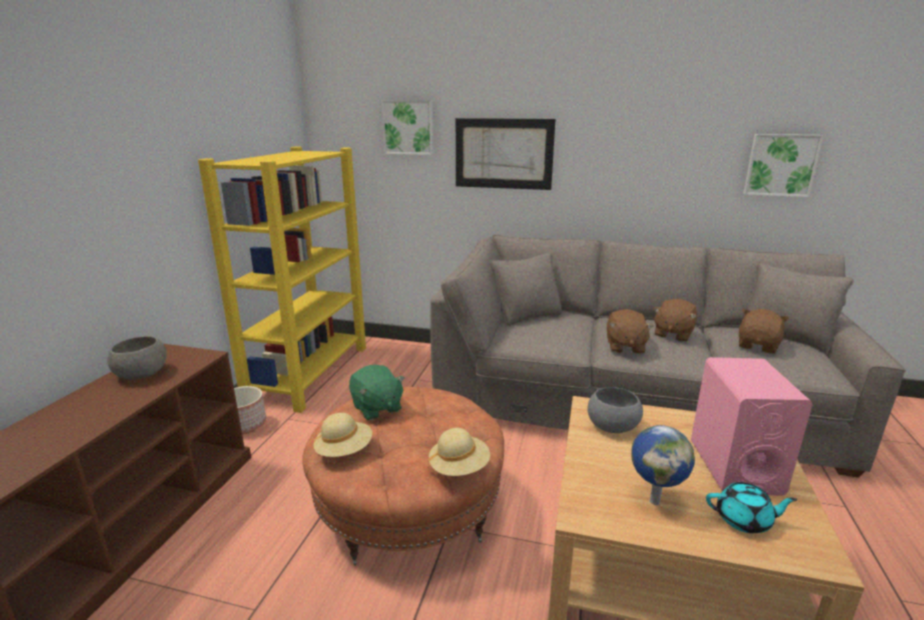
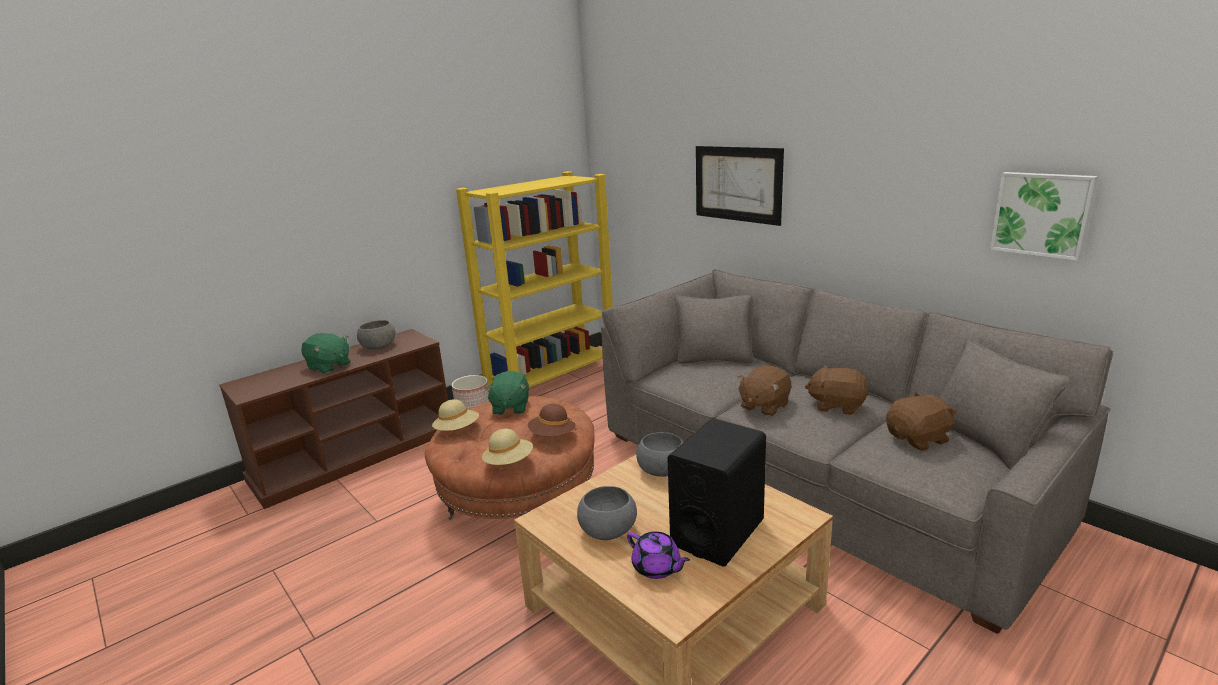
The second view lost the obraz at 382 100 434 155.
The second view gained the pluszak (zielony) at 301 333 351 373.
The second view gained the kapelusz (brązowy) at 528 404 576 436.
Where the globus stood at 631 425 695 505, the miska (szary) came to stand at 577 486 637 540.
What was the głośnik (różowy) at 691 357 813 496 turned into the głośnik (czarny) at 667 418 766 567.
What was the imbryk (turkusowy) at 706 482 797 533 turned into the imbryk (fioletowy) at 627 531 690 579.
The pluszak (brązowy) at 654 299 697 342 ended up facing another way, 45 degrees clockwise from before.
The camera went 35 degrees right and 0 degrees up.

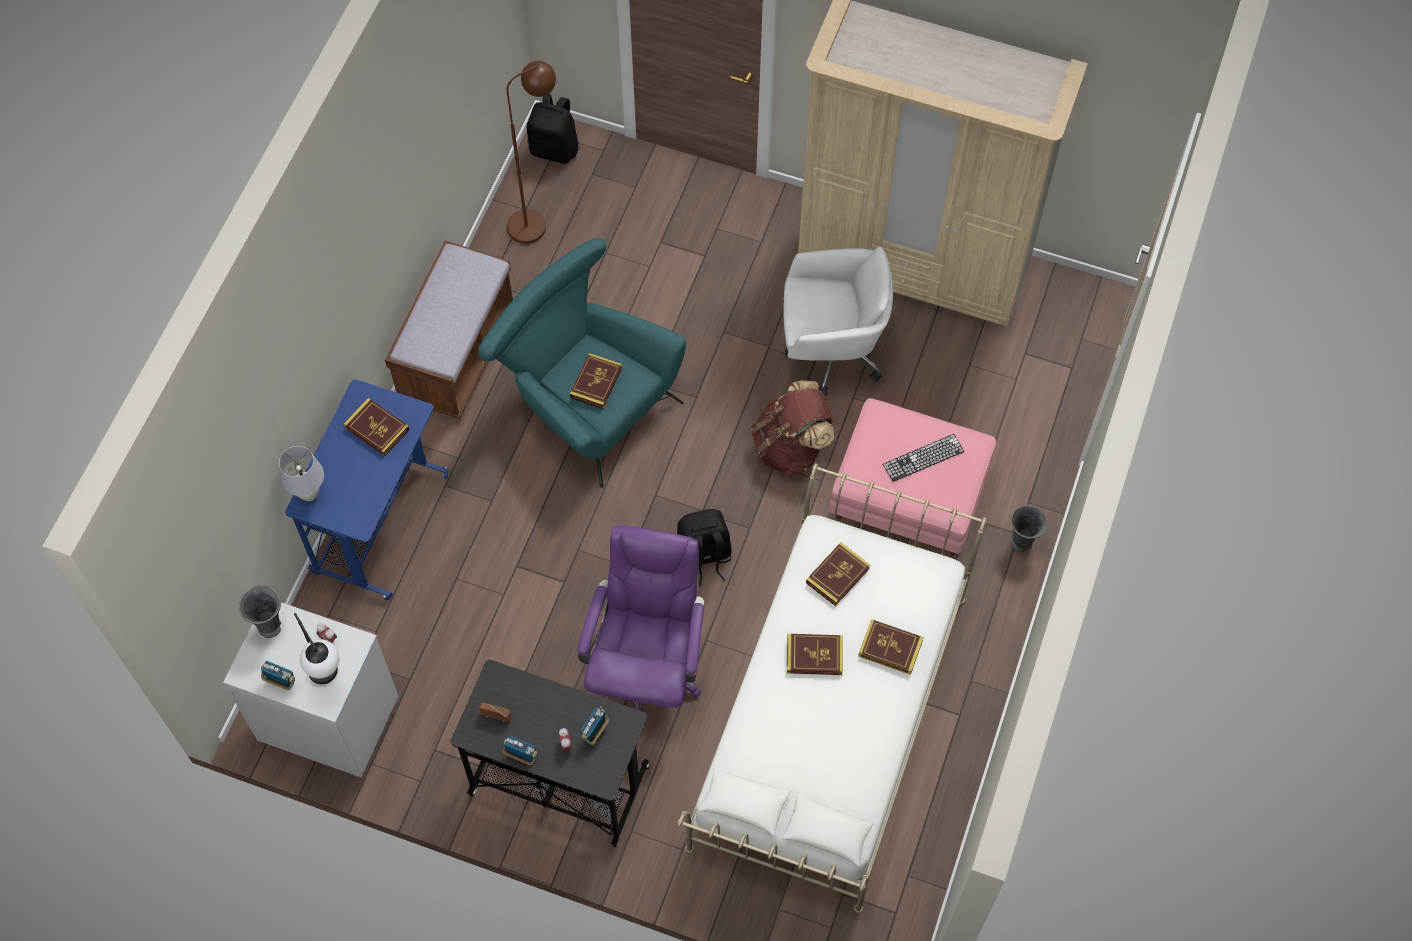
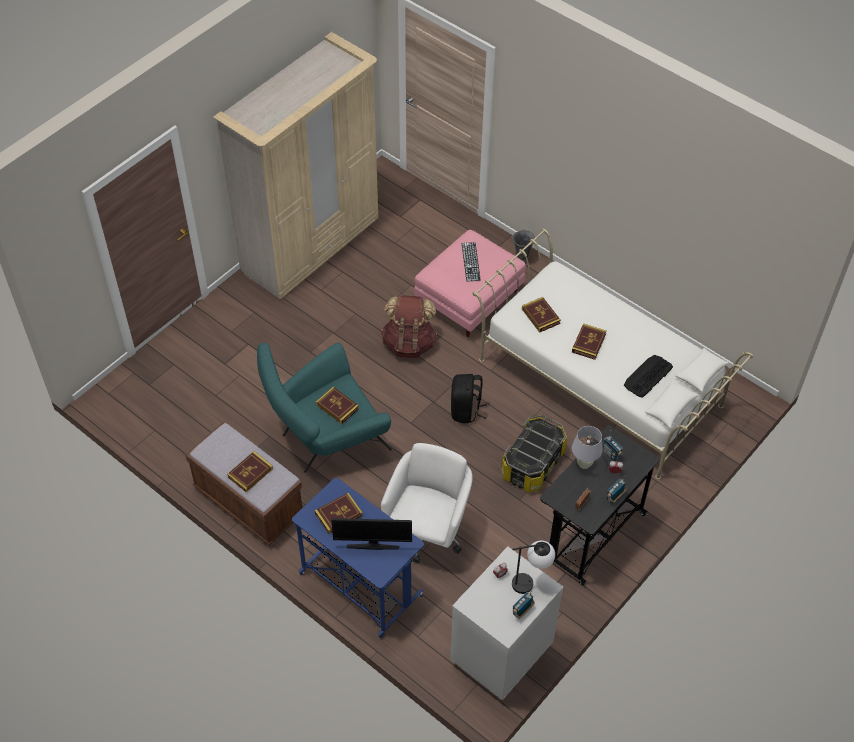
The second view lost the wazon (szary) at 239 585 281 638.
The second view lost the lampa stojąca (brązowy) at 506 61 556 244.
The second view lost the plecak (czarny) at 527 94 579 164.
The second view gained the monitor at 331 518 412 550.
The second view gained the klawiatura at 624 355 673 398.
The lampa stołowa (biały) ended up elsewhere, having gone from 279 446 324 501 to 572 426 603 469.
The krzesło biurowe (biały) ended up elsewhere, having gone from 784 247 893 397 to 381 443 473 563.
The książka ended up elsewhere, having gone from 858 619 924 675 to 227 451 273 492.
Where the krzesło biurowe (fioletowy) stood at 578 525 704 711, the pojemnik do przechowywania came to stand at 501 415 567 493.
The camera went 70 degrees left and 10 degrees down.

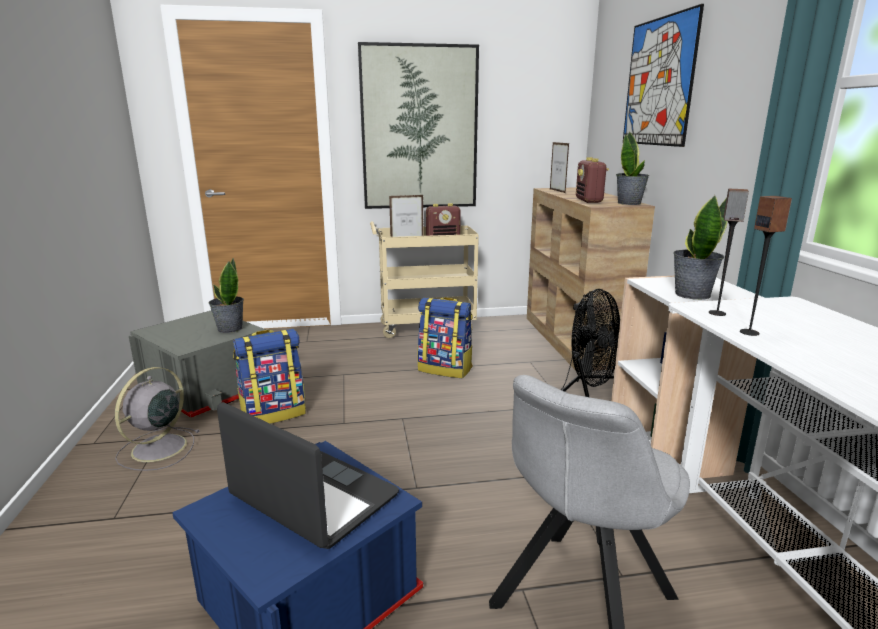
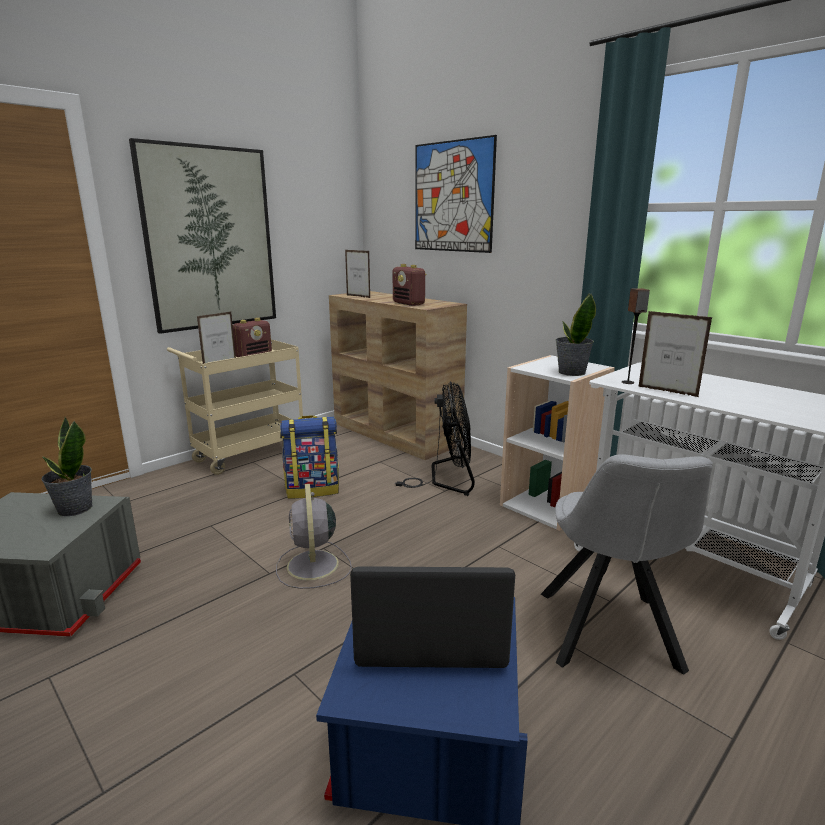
The second view lost the plecak at 233 329 306 424.
The second view lost the roślina doniczkowa at 616 132 649 205.
The wentylator (szary) ended up elsewhere, having gone from 115 367 199 471 to 276 484 352 589.
Where the głośnik stood at 740 196 792 336, the ramka na zdjęcie came to stand at 638 311 712 397.
The camera went 35 degrees left and 0 degrees up.

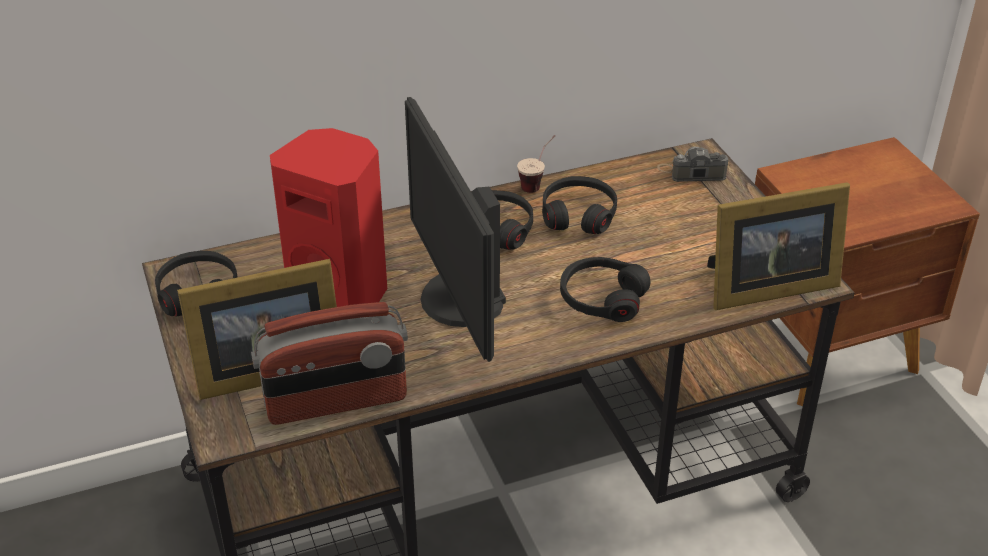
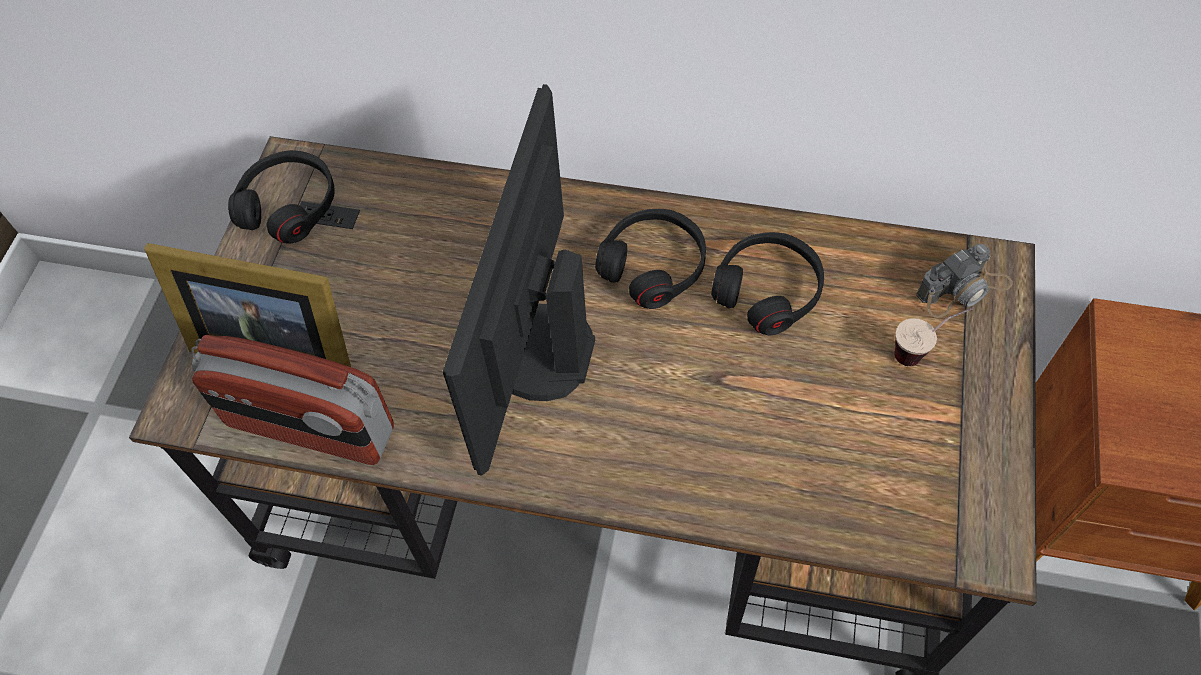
The second view lost the głośnik (czerwony) at 270 128 387 307.
The second view lost the słuchawki (czarny) at 560 257 650 322.
The second view lost the ramka na zdjęcie at 707 182 850 310.
The filiżanka ended up elsewhere, having gone from 517 135 555 193 to 894 307 974 366.
The aparat fotograficzny at 657 147 728 182 ended up facing another way, 120 degrees clockwise from before.
The camera went 35 degrees right and 20 degrees up.

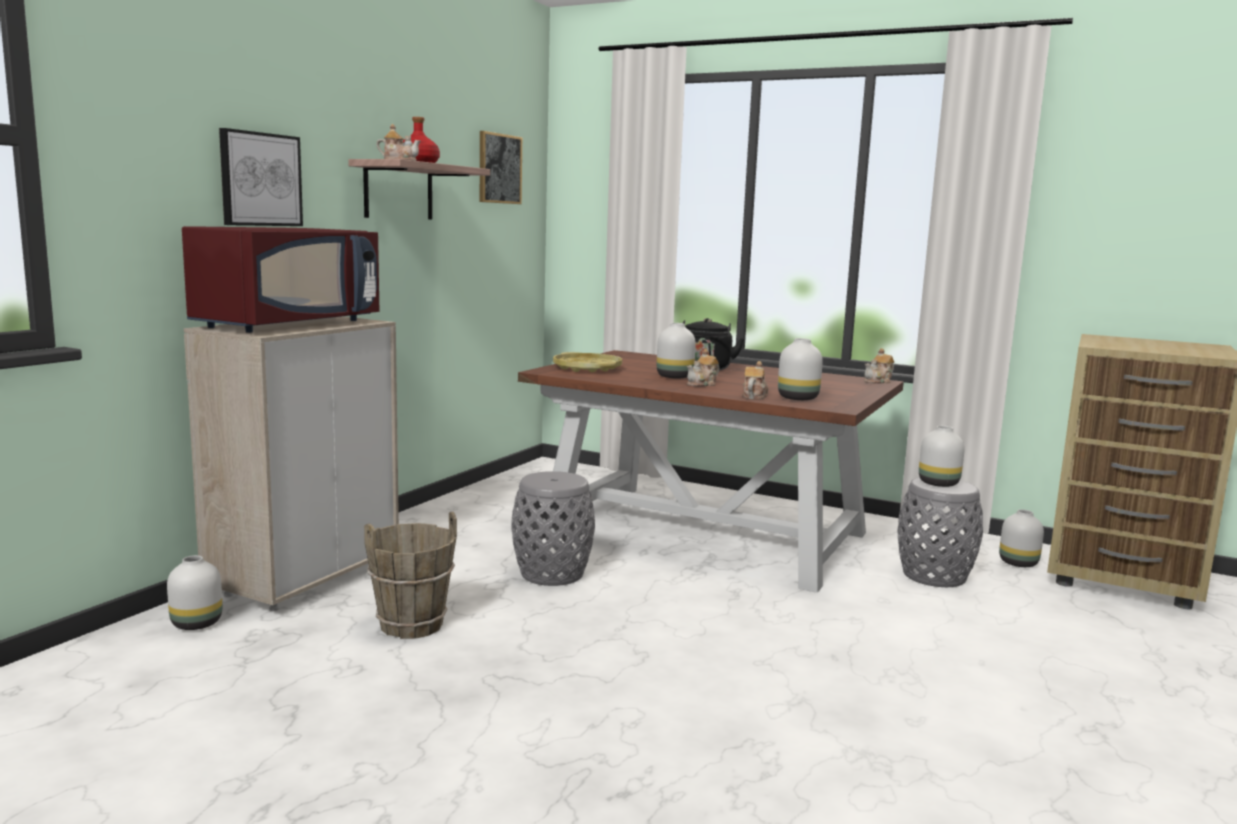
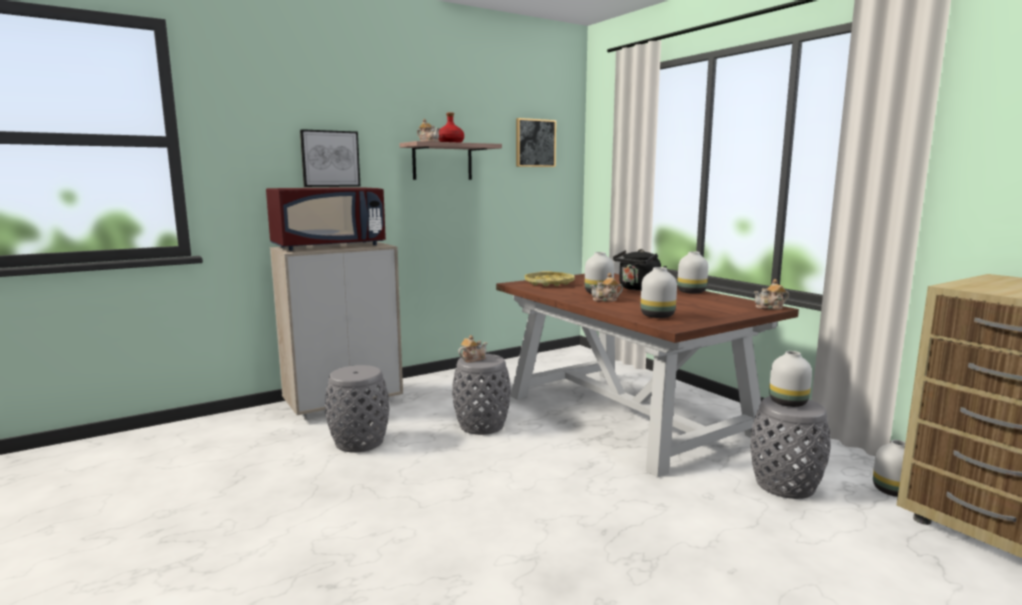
The wazon (biały) ended up elsewhere, having gone from 167 555 222 630 to 677 251 708 294.
The imbryk ended up elsewhere, having gone from 741 361 768 400 to 458 335 487 363.
Where the wiadro (brązowy) stood at 364 512 457 639, the stołek (szary) came to stand at 325 365 389 452.
The camera went 30 degrees right and 0 degrees up.

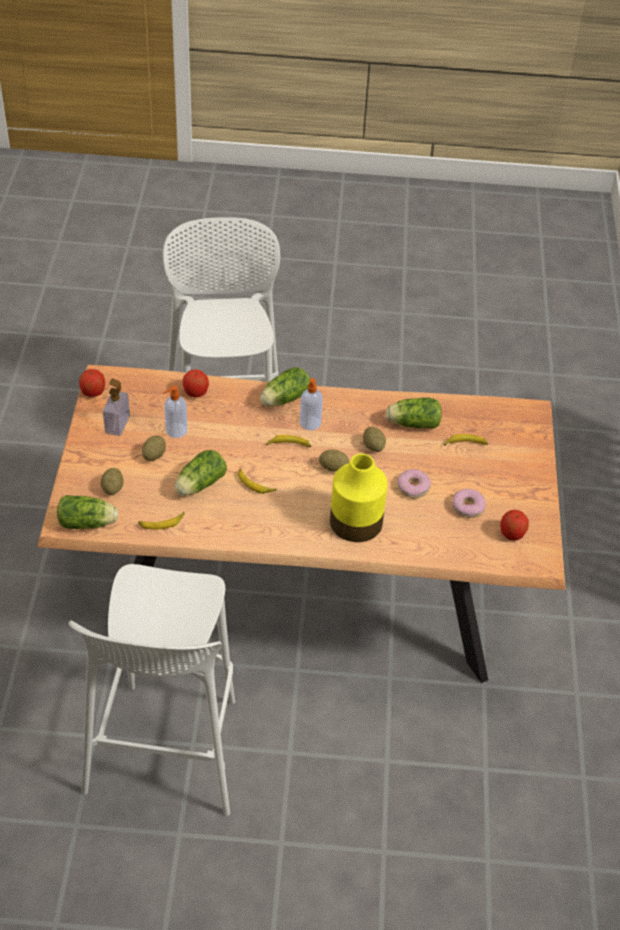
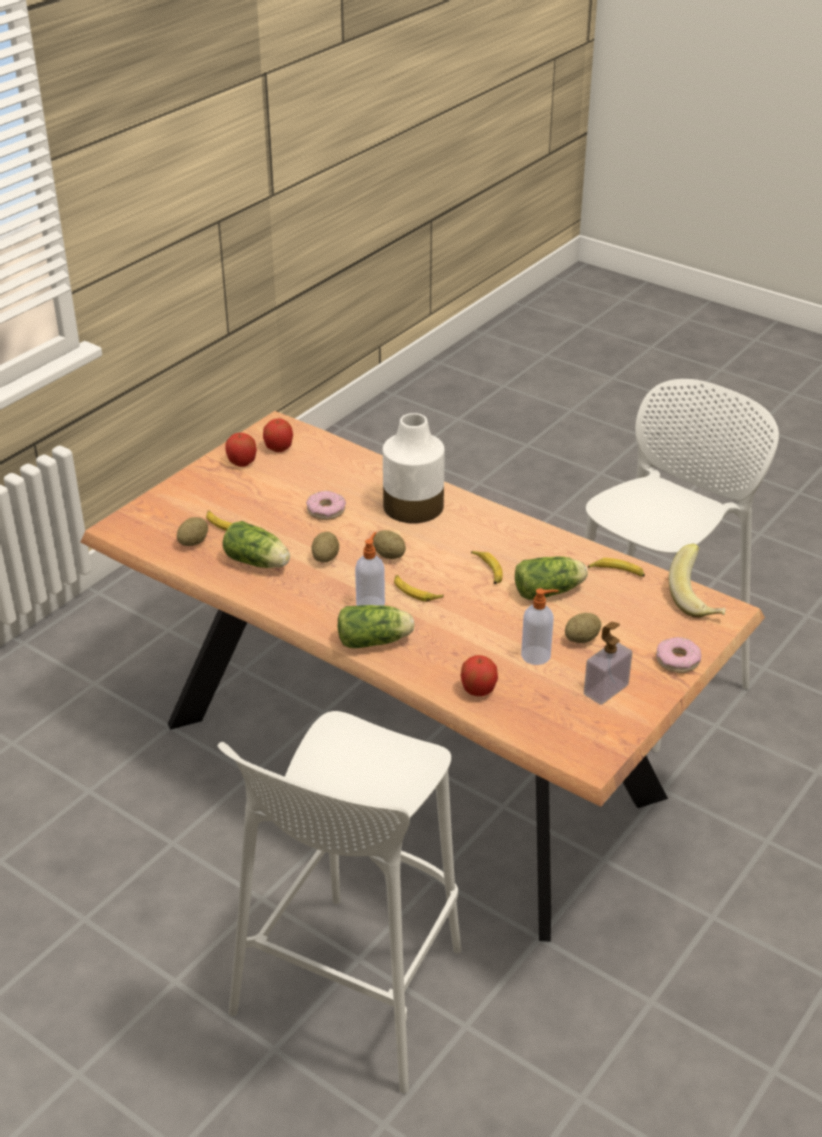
The jabłko ended up elsewhere, having gone from 79 369 105 397 to 226 433 257 467.
The ziemniak ended up elsewhere, having gone from 100 468 124 495 to 177 517 208 546.
The donut ended up elsewhere, having gone from 452 489 486 518 to 656 637 701 673.
Where the sałata stood at 57 495 118 529, the banan came to stand at 669 544 725 618.
What was the wazon (żółty) at 330 453 388 542 turned into the wazon (biały) at 383 413 445 523.
The camera went 145 degrees left and 10 degrees down.

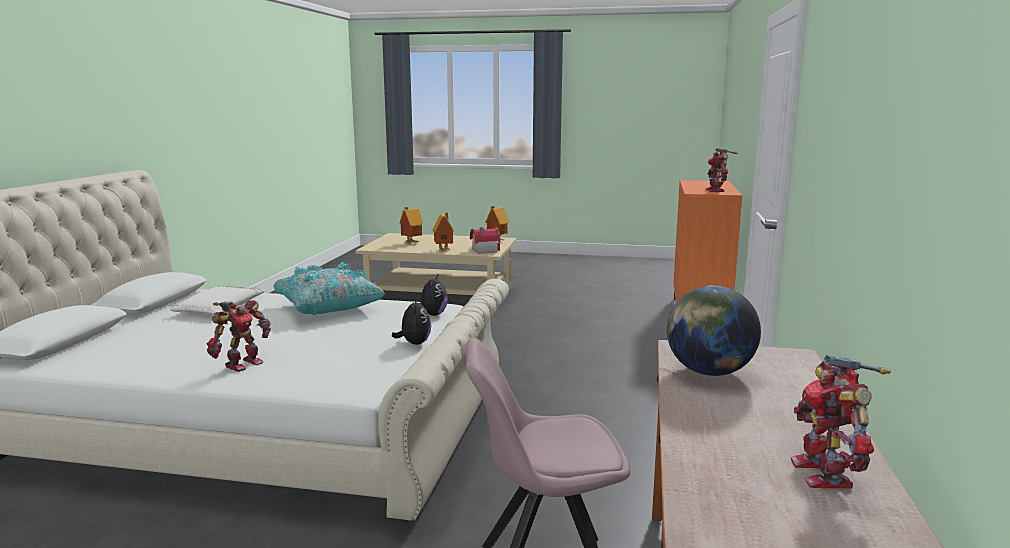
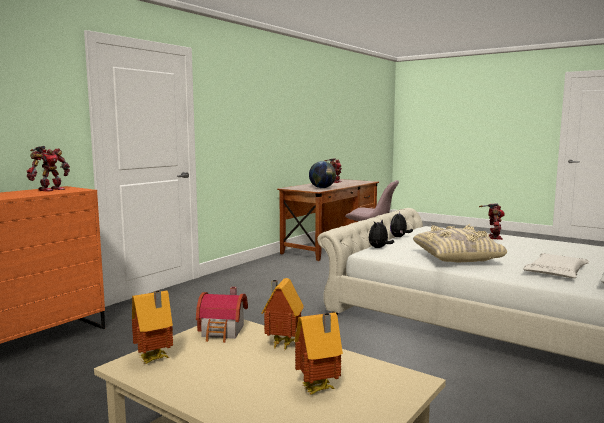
What was the poduszka (turkusowy) at 273 261 384 315 turned into the poduszka (beżowy) at 413 224 507 262.
The robot zabawkowy at 206 300 271 372 ended up facing another way, 135 degrees clockwise from before.
The camera went 155 degrees left and 5 degrees down.

